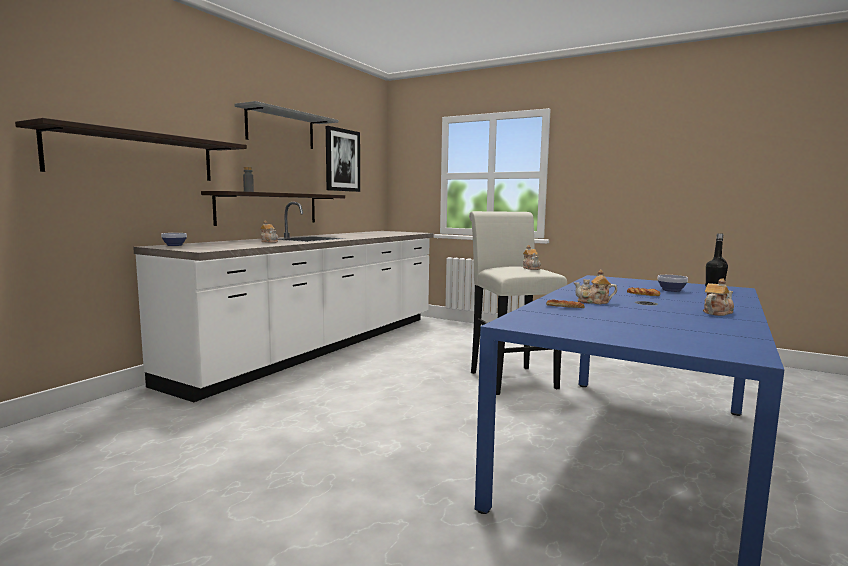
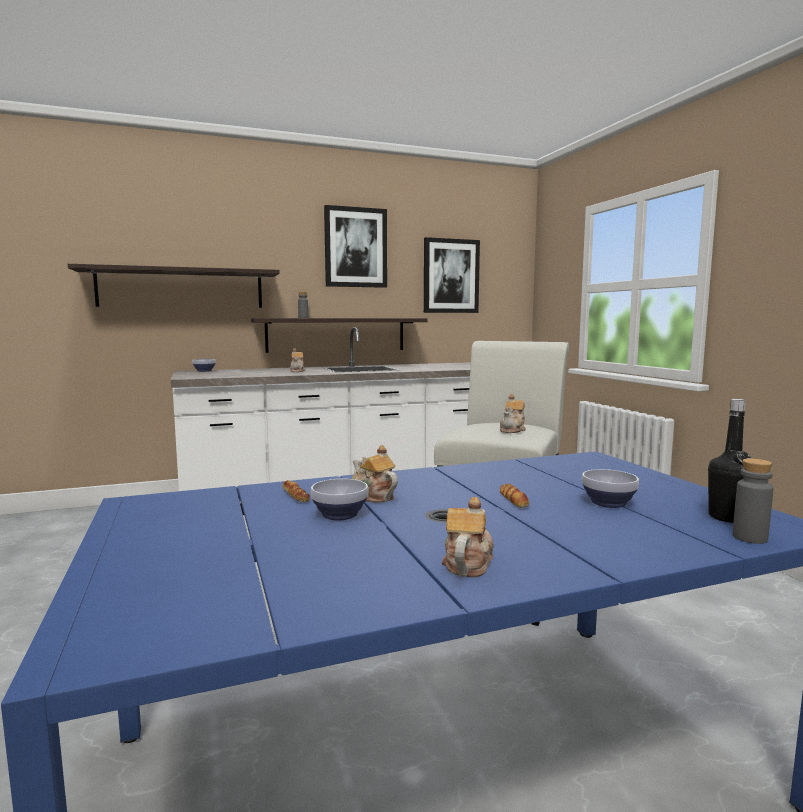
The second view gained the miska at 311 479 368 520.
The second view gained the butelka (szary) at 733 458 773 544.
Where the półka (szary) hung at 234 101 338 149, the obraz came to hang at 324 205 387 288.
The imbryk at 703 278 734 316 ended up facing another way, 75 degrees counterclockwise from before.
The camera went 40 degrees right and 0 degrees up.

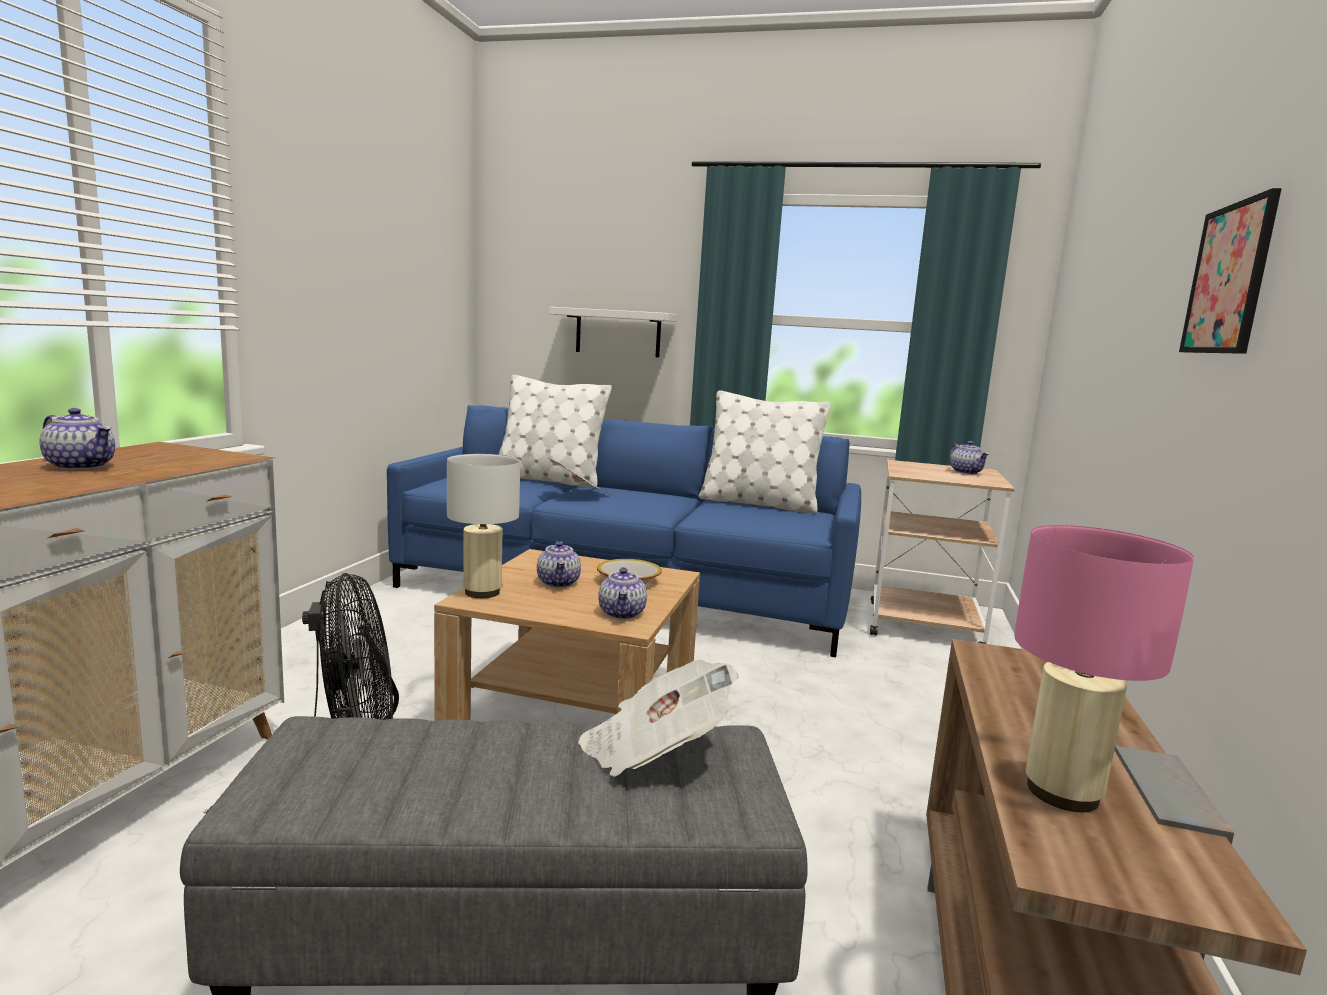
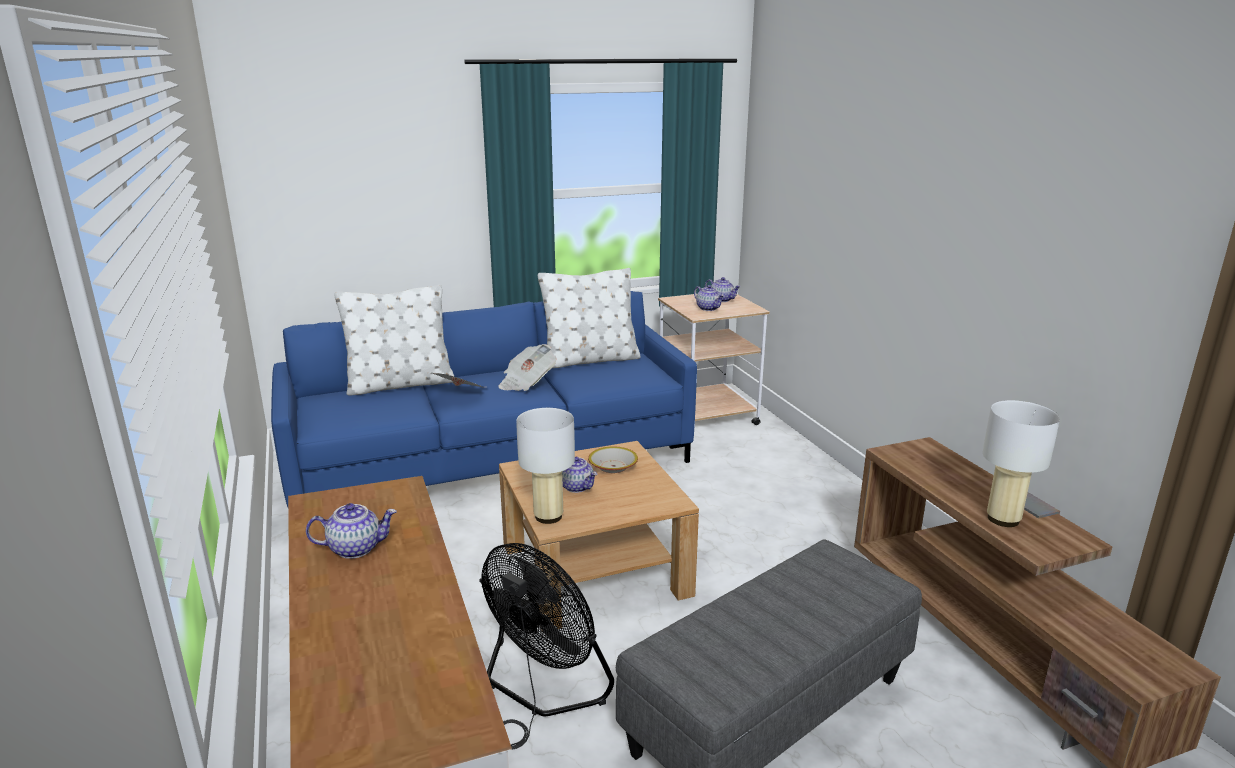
The second view lost the półka (biały) at 549 307 677 358.
The second view lost the obraz at 1179 188 1282 354.
The gazeta ended up elsewhere, having gone from 578 659 739 777 to 498 344 556 391.
The imbryk ended up elsewhere, having gone from 598 567 647 619 to 694 285 724 311.
What was the lampa stołowa (różowy) at 1014 525 1194 812 turned into the lampa stołowa (biały) at 983 400 1060 527.
The camera went 35 degrees left and 10 degrees up.

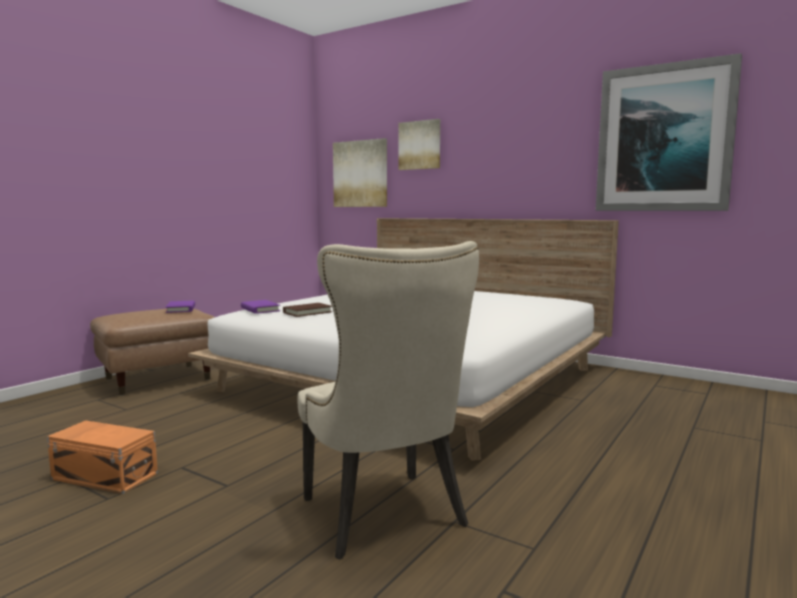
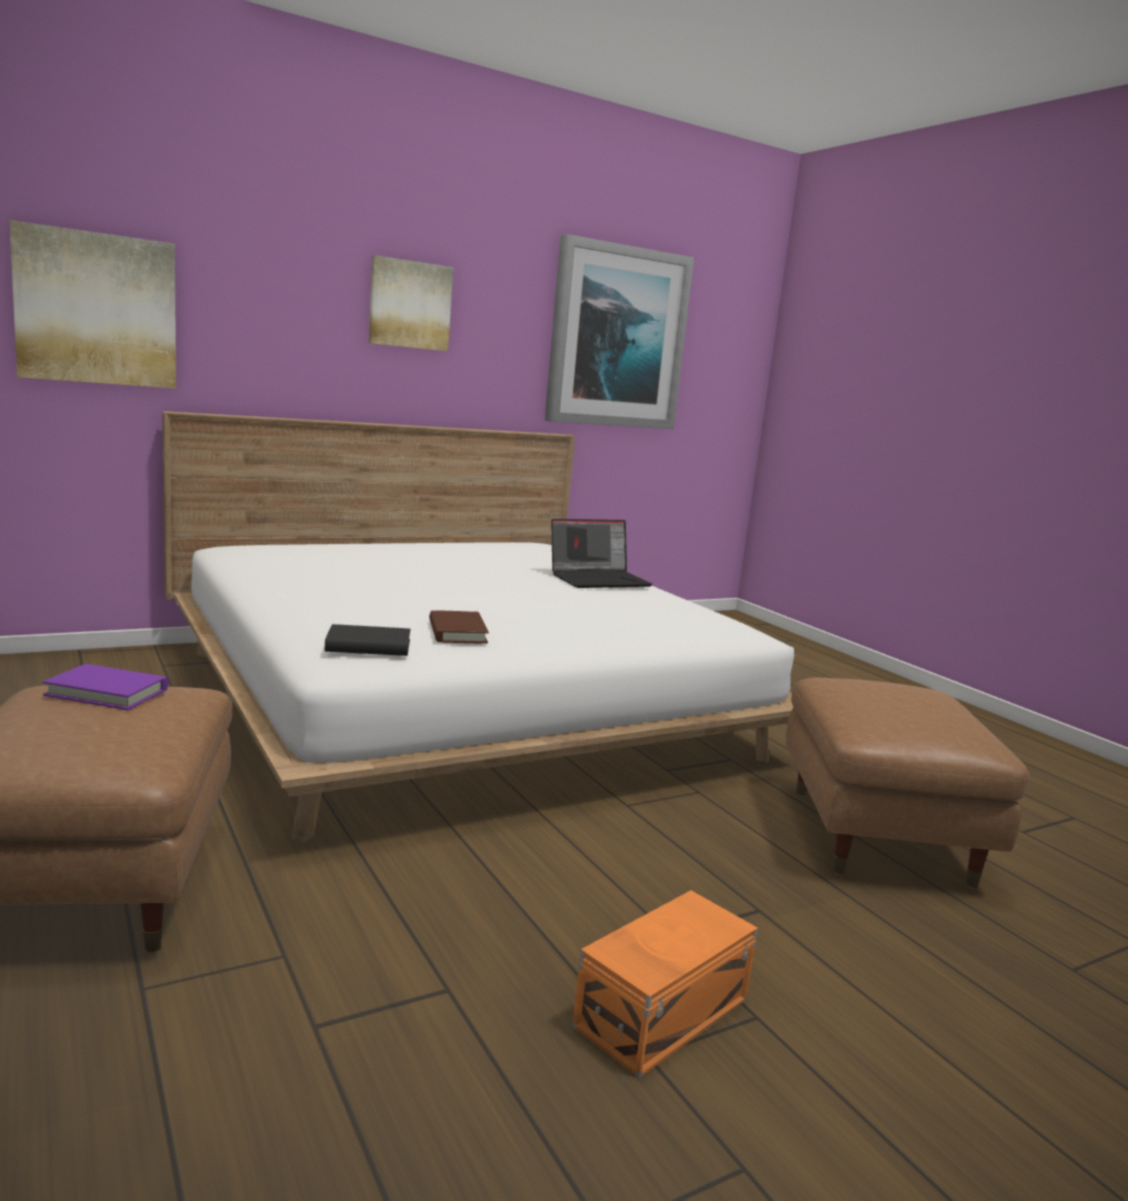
The second view gained the laptop at 551 519 652 588.
The obraz ended up elsewhere, having gone from 398 119 440 170 to 369 255 453 351.
Where the krzesło (beżowy) stood at 298 241 479 560, the pufa (brązowy) came to stand at 786 678 1029 888.
What was the książka (fioletowy) at 241 300 280 314 turned into the książka (czarny) at 325 624 410 656.
The camera went 65 degrees left and 5 degrees up.

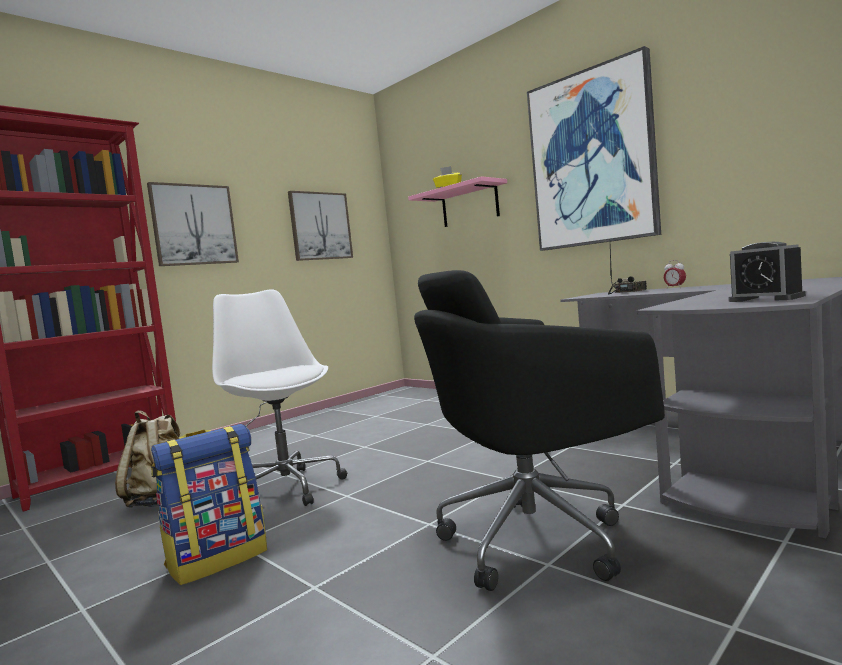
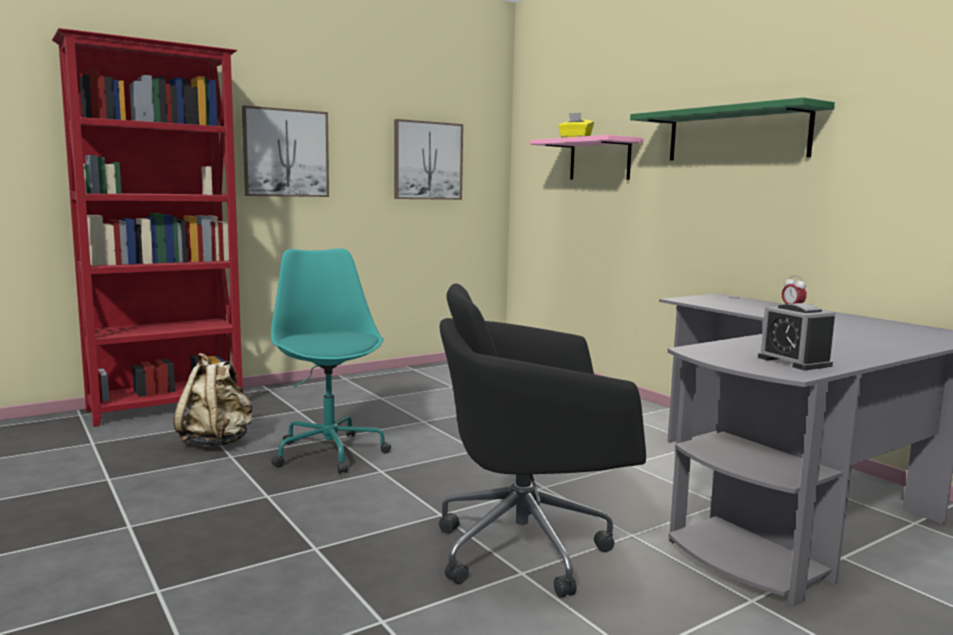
The second view lost the plecak at 151 424 267 585.
The second view lost the radio at 608 246 647 294.
Where the obraz hung at 527 46 661 251, the półka (zielony) came to hang at 630 97 835 161.
What was the krzesło biurowe (biały) at 212 289 348 506 turned into the krzesło biurowe (turkusowy) at 271 249 391 474.
The camera went 10 degrees right and 5 degrees up.

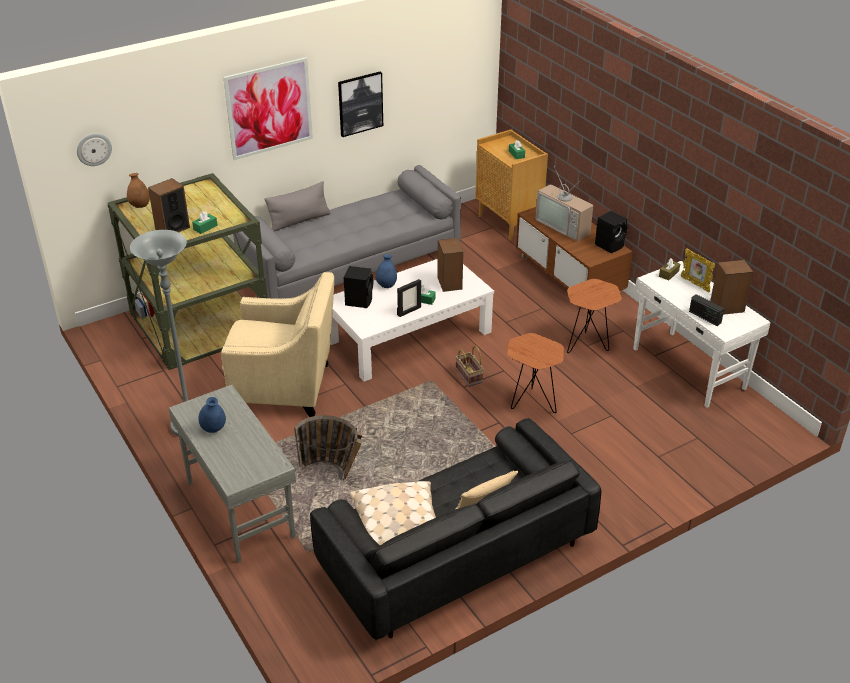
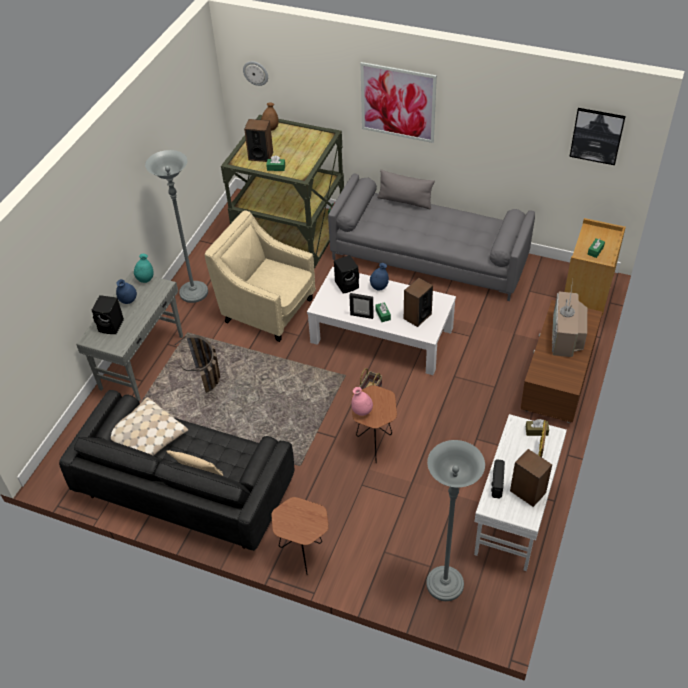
The second view gained the wazon (turkusowy) at 134 254 154 283.
The second view gained the wazon (różowy) at 351 387 373 416.
The second view gained the lampa stojąca (szary) at 426 440 485 601.
The obraz ended up elsewhere, having gone from 338 72 383 137 to 570 108 626 165.
The stolik (brązowy) ended up elsewhere, having gone from 567 279 622 353 to 271 497 329 574.
The głośnik (czarny) ended up elsewhere, having gone from 595 211 628 253 to 92 295 124 334.
The fotel (beżowy) at 221 272 334 417 ended up facing another way, 150 degrees clockwise from before.
The camera went 55 degrees right and 10 degrees up.

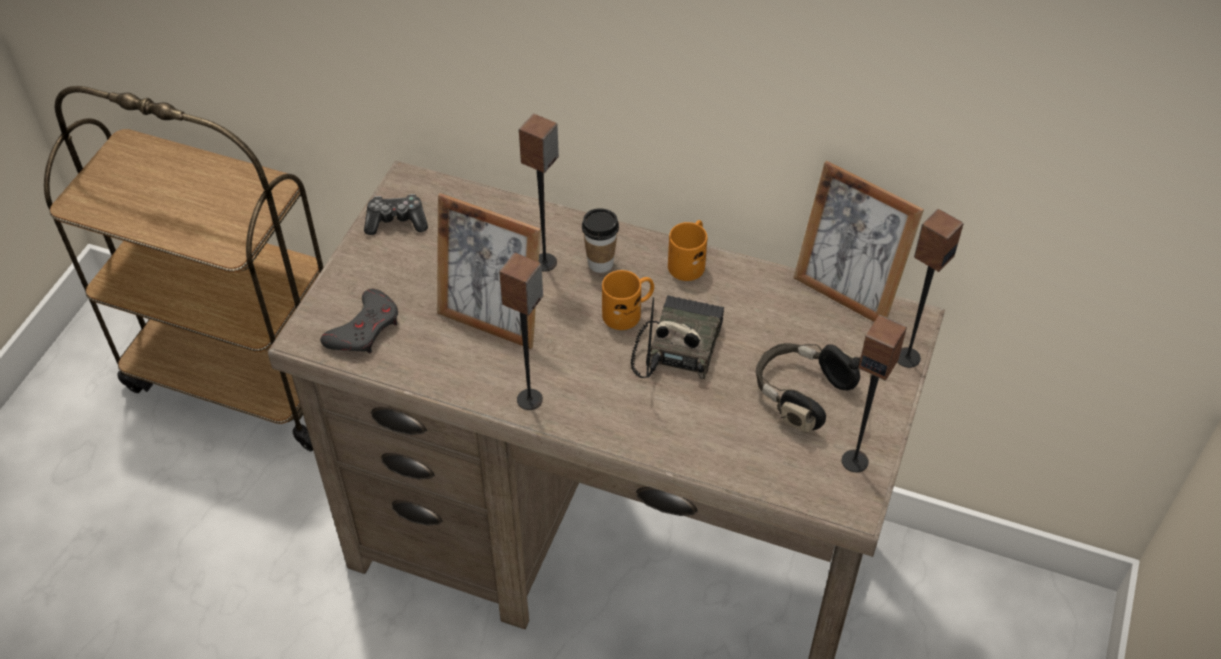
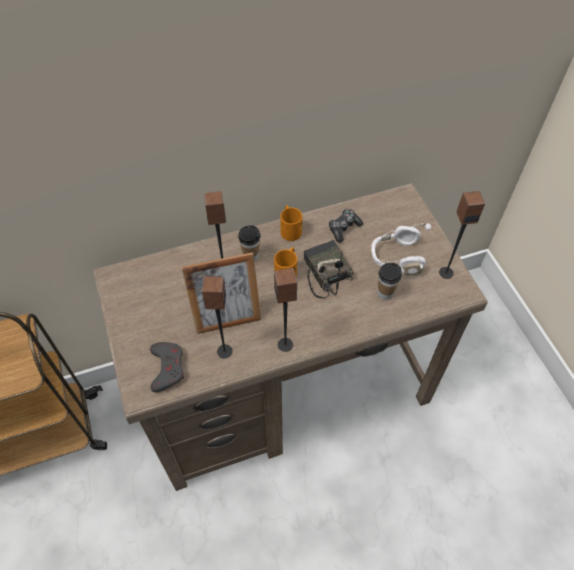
The second view lost the ramka na zdjęcie at 793 161 924 322.
The second view gained the filiżanka at 378 263 402 300.
The pad do gier ended up elsewhere, having gone from 364 194 428 235 to 329 209 363 242.
The głośnik ended up elsewhere, having gone from 897 209 964 368 to 201 276 233 358.
What was the słuchawki (czarny) at 756 343 861 433 turned into the słuchawki (biały) at 371 223 431 275.
The camera went 40 degrees left and 5 degrees up.

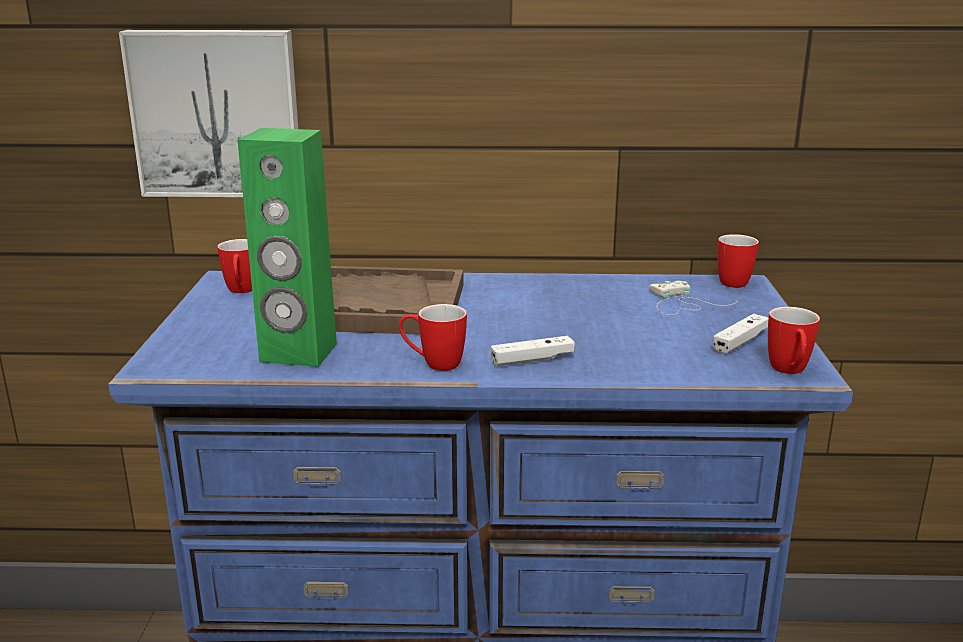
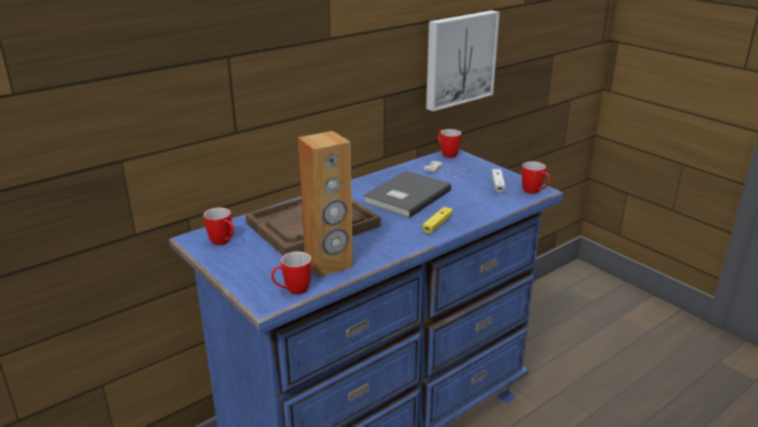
The second view gained the książka (szary) at 363 171 451 218.
The obraz ended up elsewhere, having gone from 119 30 298 197 to 426 10 500 112.
The kubek ended up elsewhere, having gone from 399 304 467 371 to 271 251 312 295.
What was the głośnik (zielony) at 238 128 337 367 turned into the głośnik (brązowy) at 298 131 353 277.
What was the pad do gier (biały) at 491 336 575 366 turned into the pad do gier (żółty) at 423 207 453 234.
The camera went 40 degrees left and 5 degrees up.

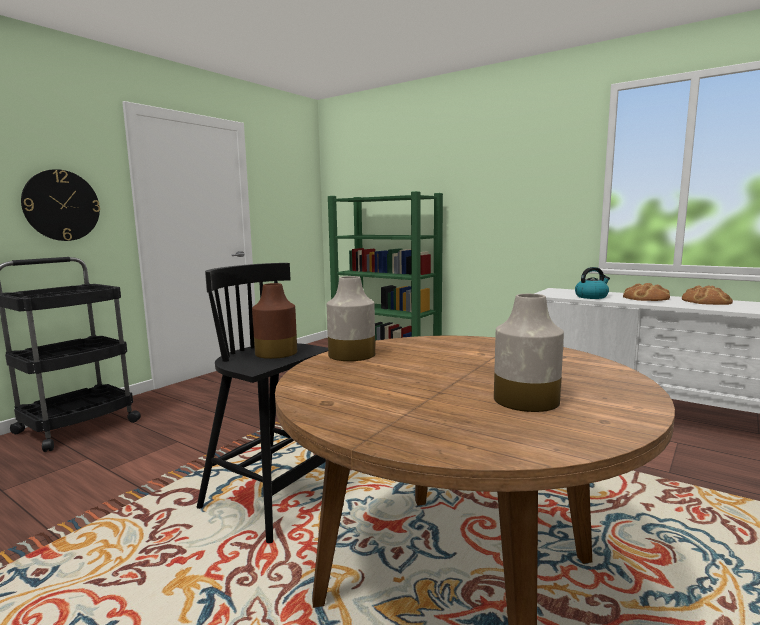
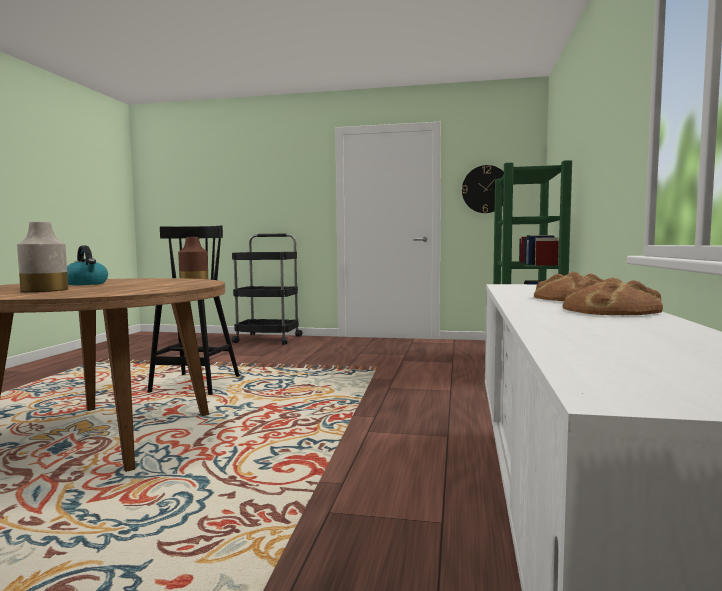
The second view lost the wazon (beżowy) at 327 276 375 361.
The zegar ścienny ended up elsewhere, having gone from 21 169 100 241 to 462 165 504 213.
The czajnik ended up elsewhere, having gone from 575 267 610 299 to 67 246 108 285.
The camera went 65 degrees right and 5 degrees down.

